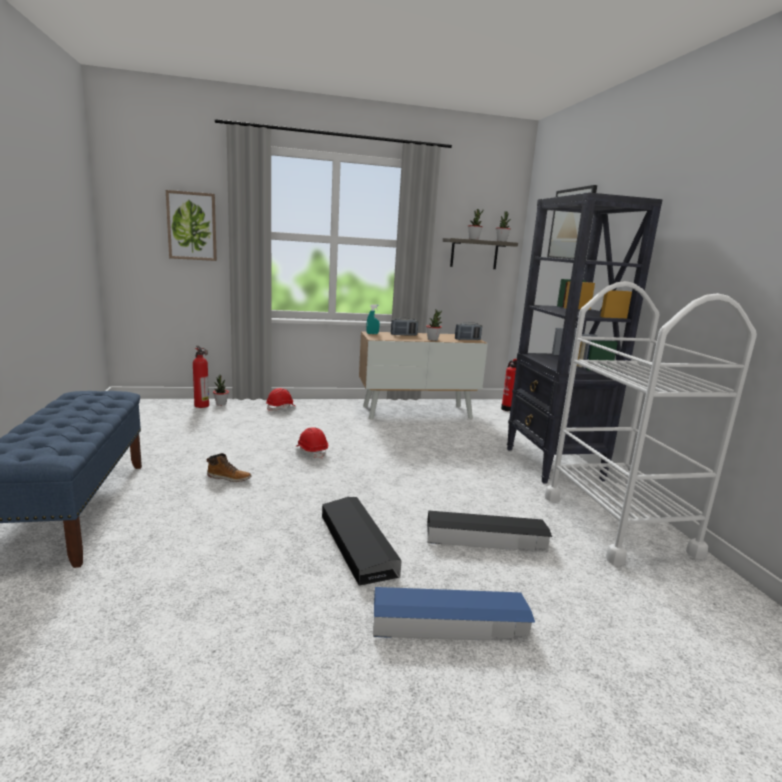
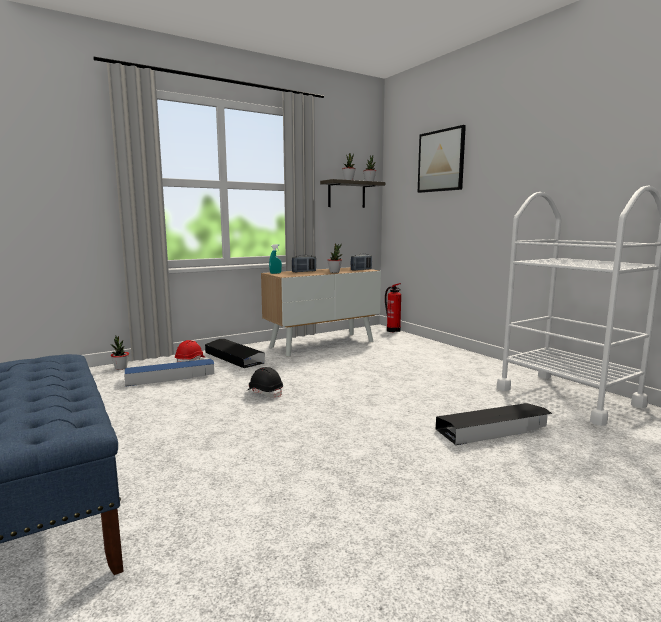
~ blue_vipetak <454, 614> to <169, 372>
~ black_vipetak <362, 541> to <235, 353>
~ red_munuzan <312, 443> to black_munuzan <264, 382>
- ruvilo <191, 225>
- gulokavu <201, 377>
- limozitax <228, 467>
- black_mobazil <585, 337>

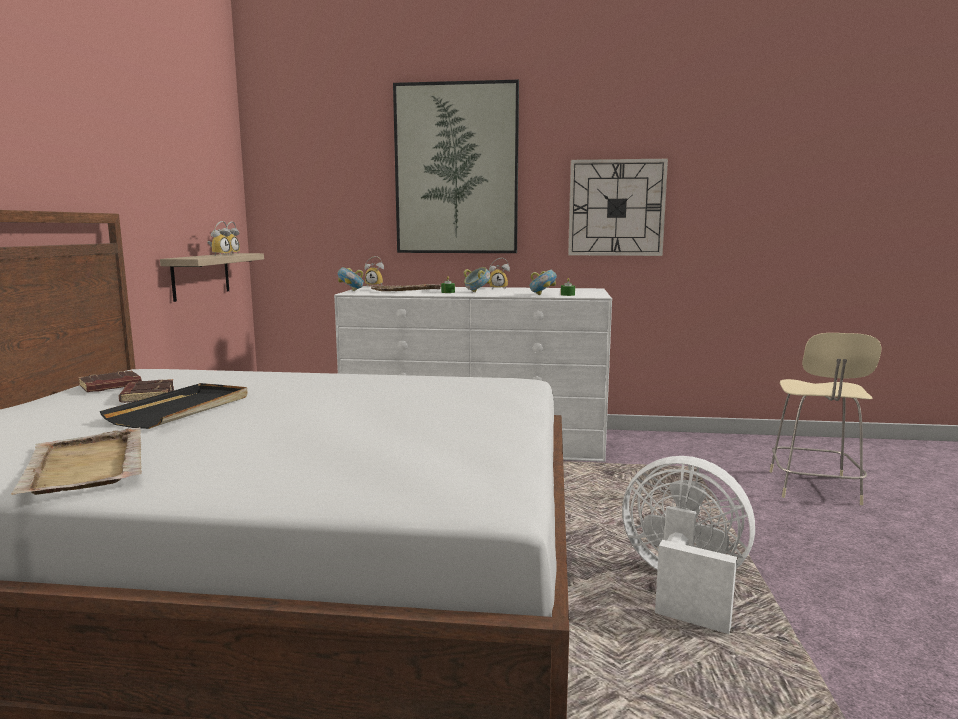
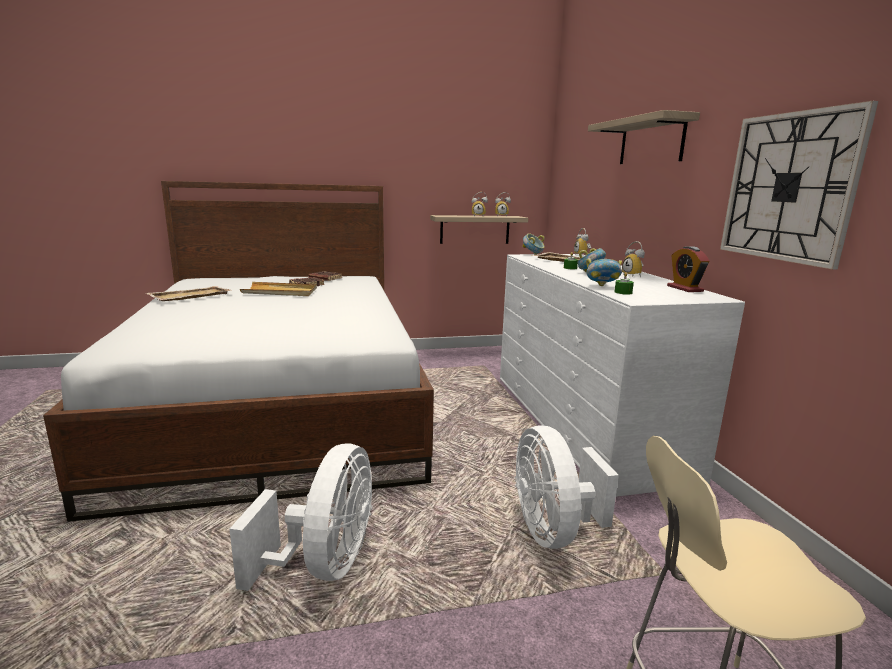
~ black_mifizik <174, 406> to beige_mifizik <278, 289>
+ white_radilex <567, 487>
~ ruvilo <456, 166> to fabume <644, 137>
+ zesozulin <688, 269>

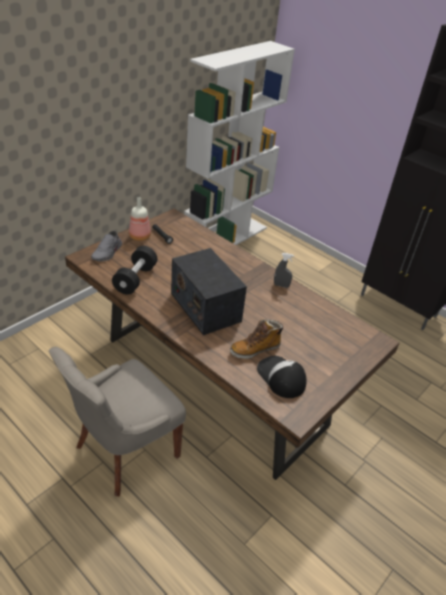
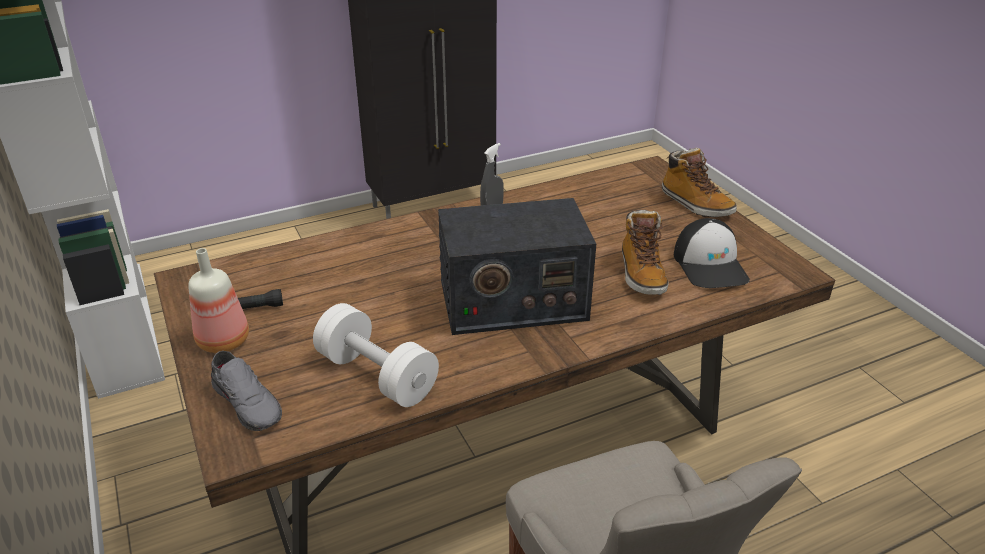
~ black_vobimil <135, 270> to white_vobimil <376, 355>
+ limozitax <699, 182>
~ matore <282, 377> = <712, 253> 90 degrees counterclockwise

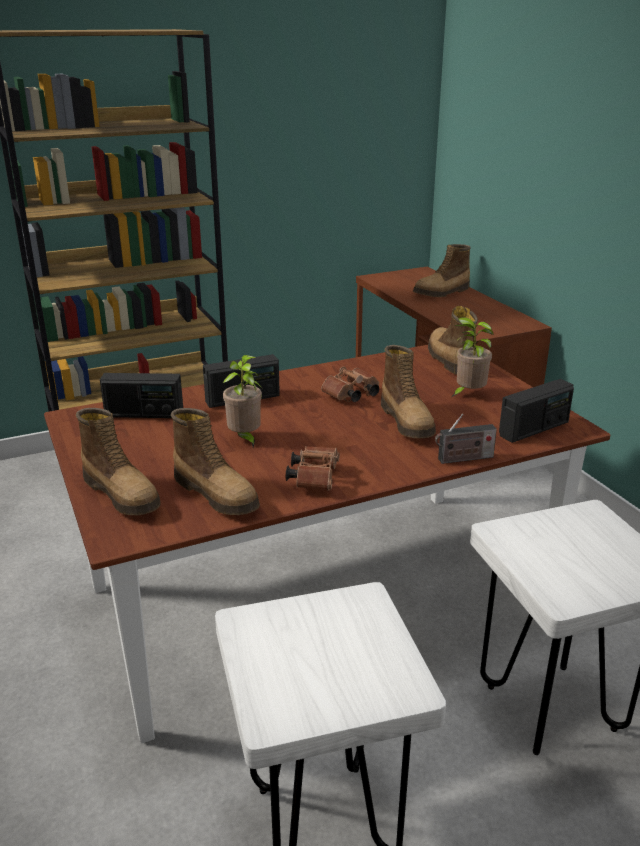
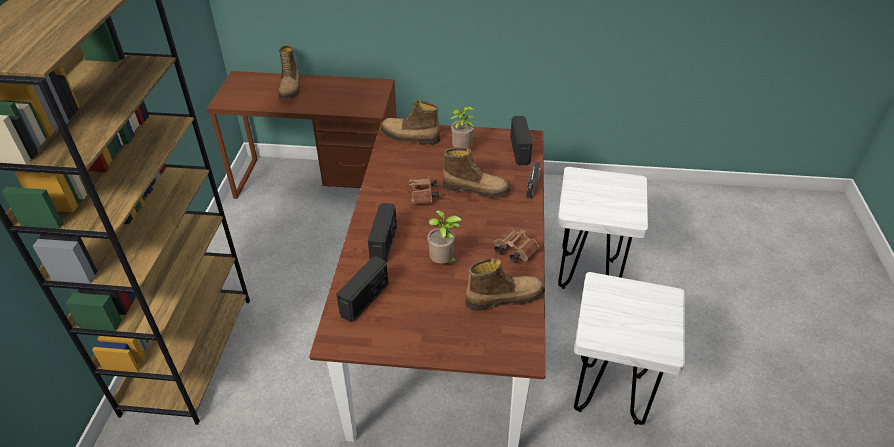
- limozitax <118, 461>

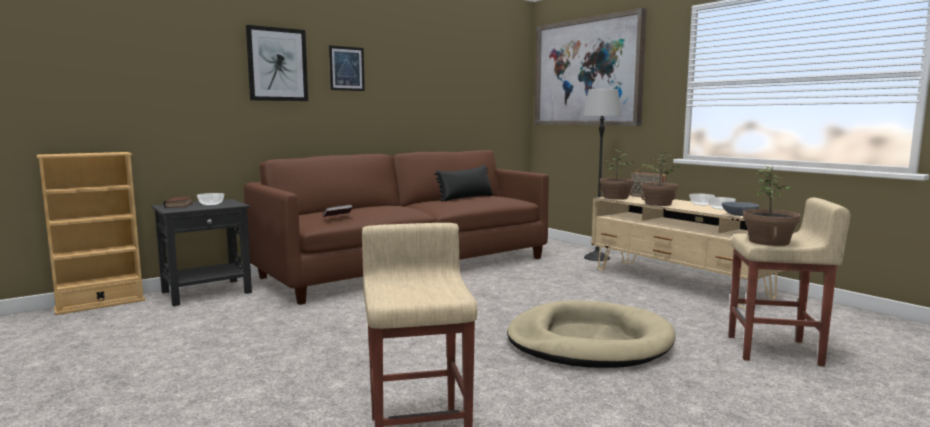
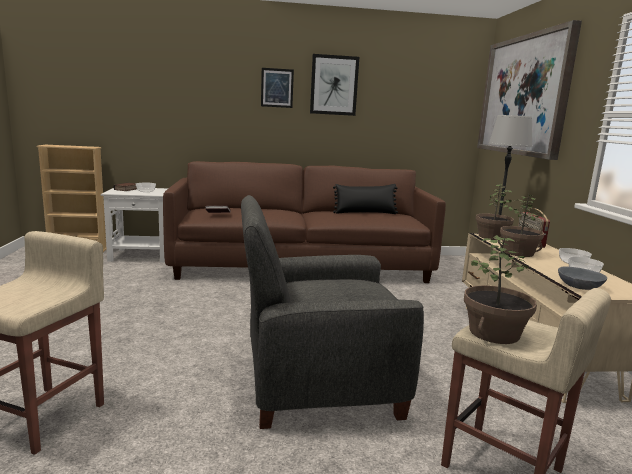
~ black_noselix <201, 252> to white_noselix <134, 225>
~ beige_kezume <591, 334> to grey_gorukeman <332, 312>
~ ruvilo <277, 63> to <334, 85>

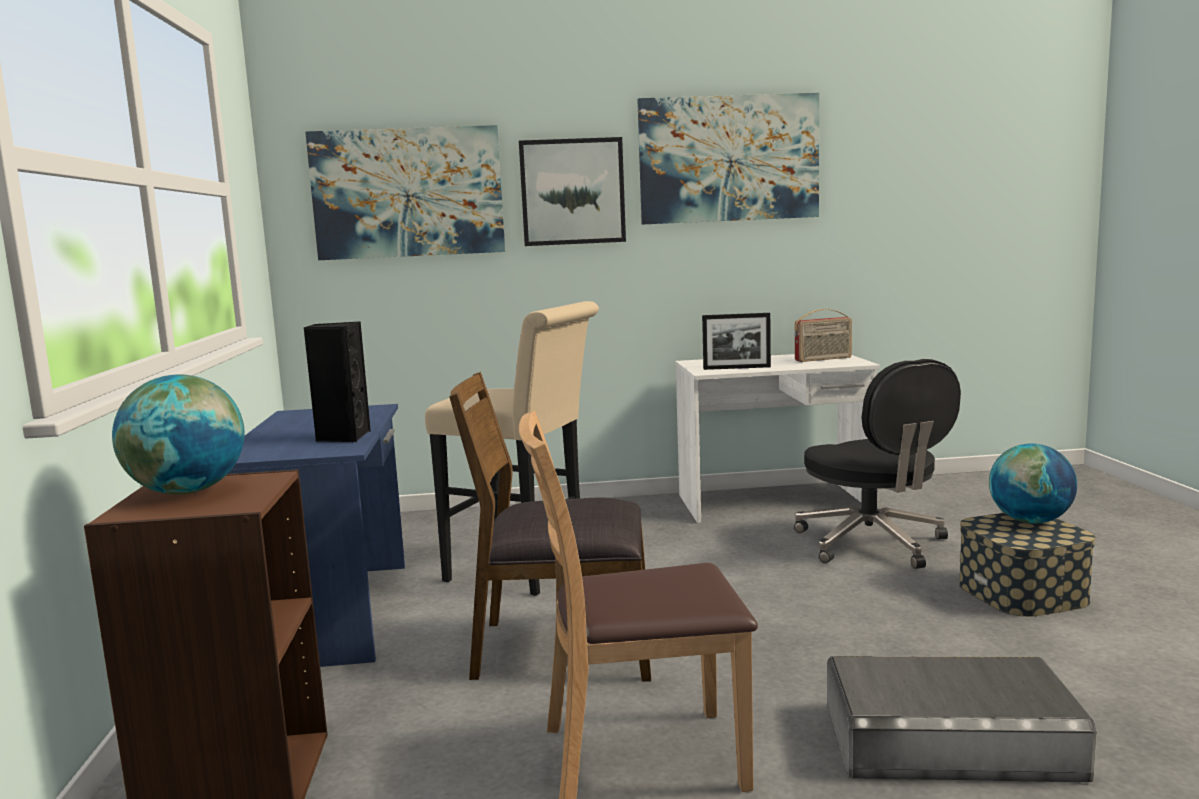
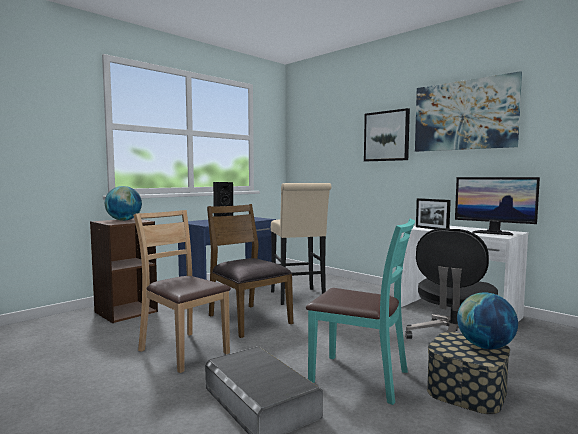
+ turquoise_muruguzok <360, 311>
~ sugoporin <823, 335> to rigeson <497, 206>
- ruvilo <405, 192>

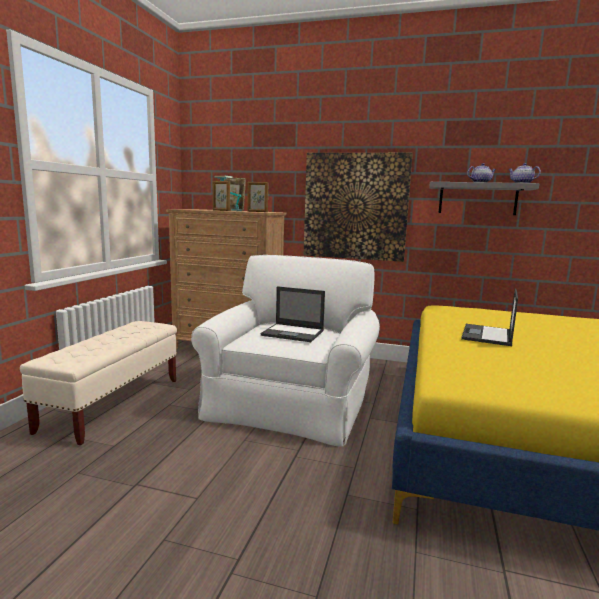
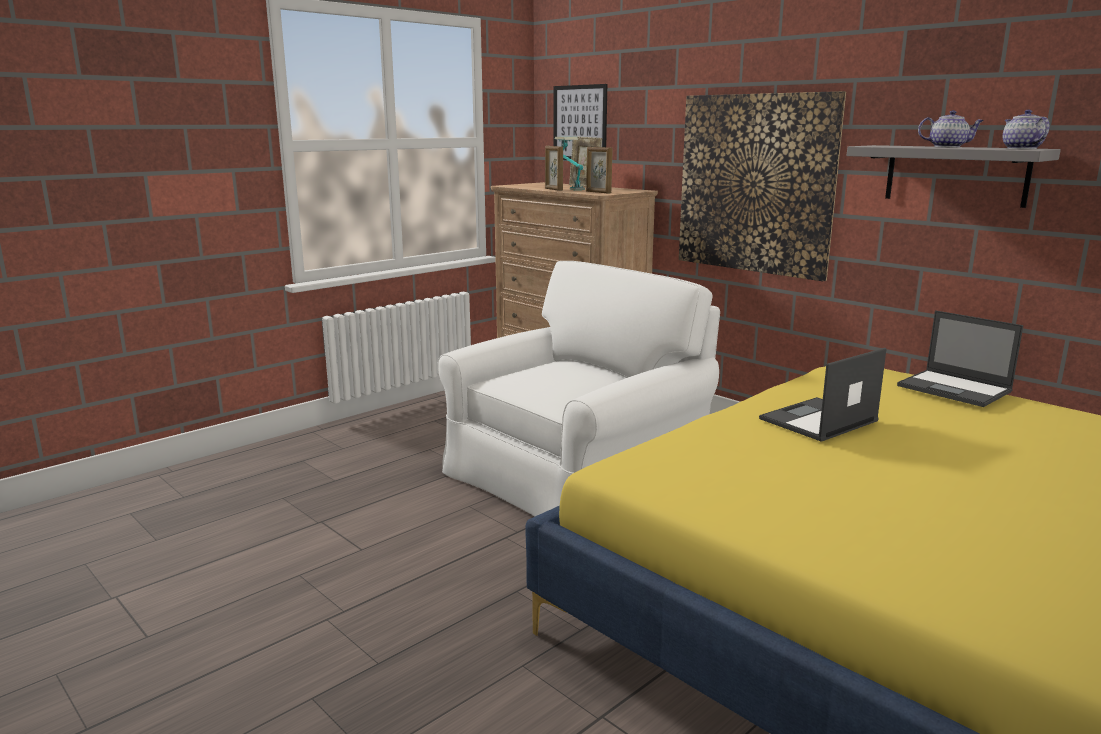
+ ruvilo <580, 122>
~ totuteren <292, 314> to <960, 358>
- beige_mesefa <98, 383>

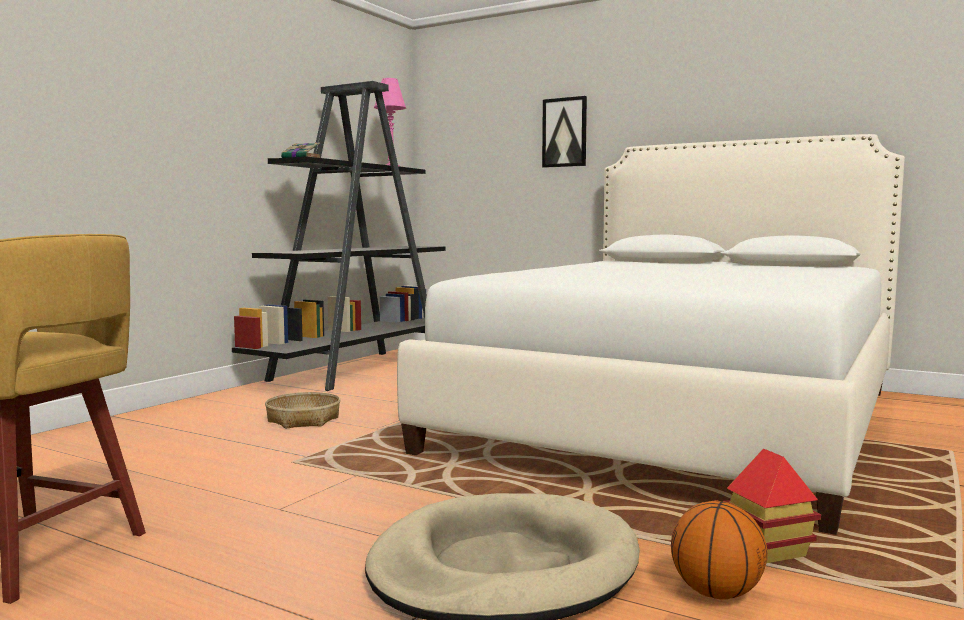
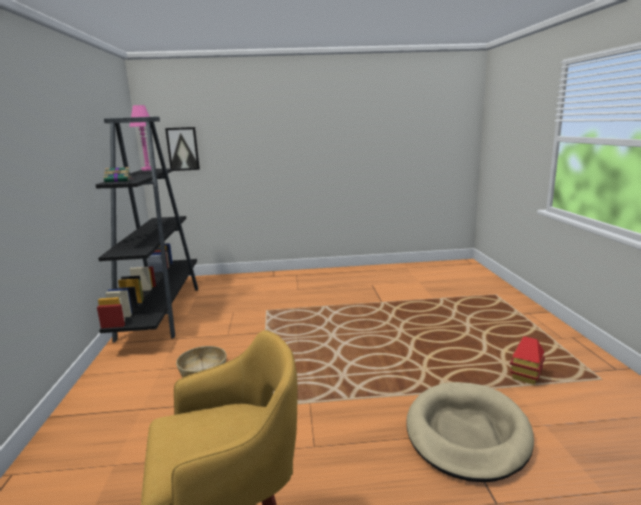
~ ruvilo <564, 132> to <182, 149>
- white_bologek <651, 334>
- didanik <719, 550>

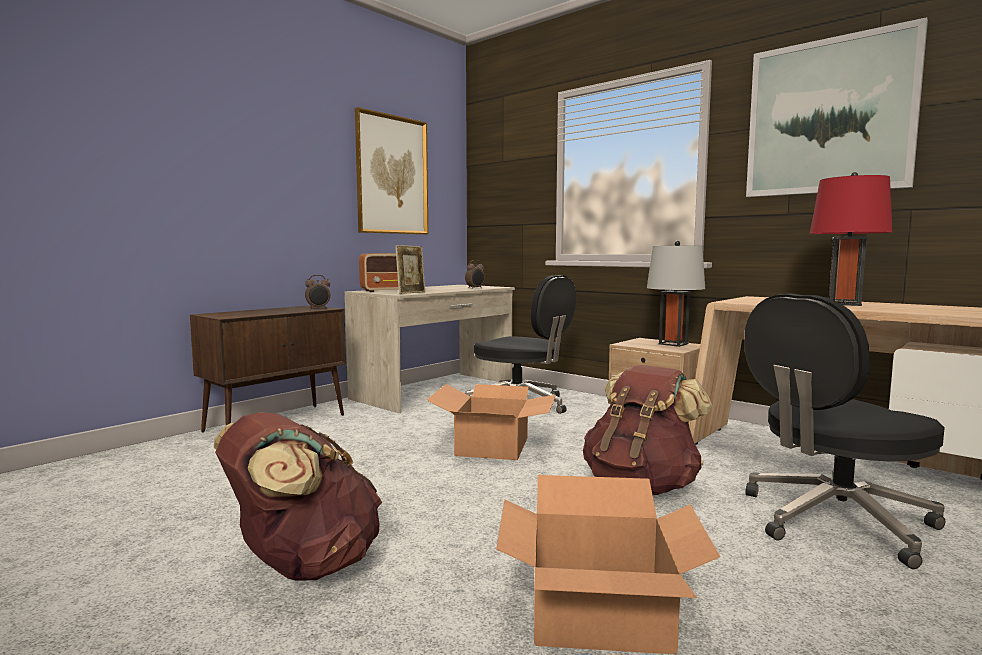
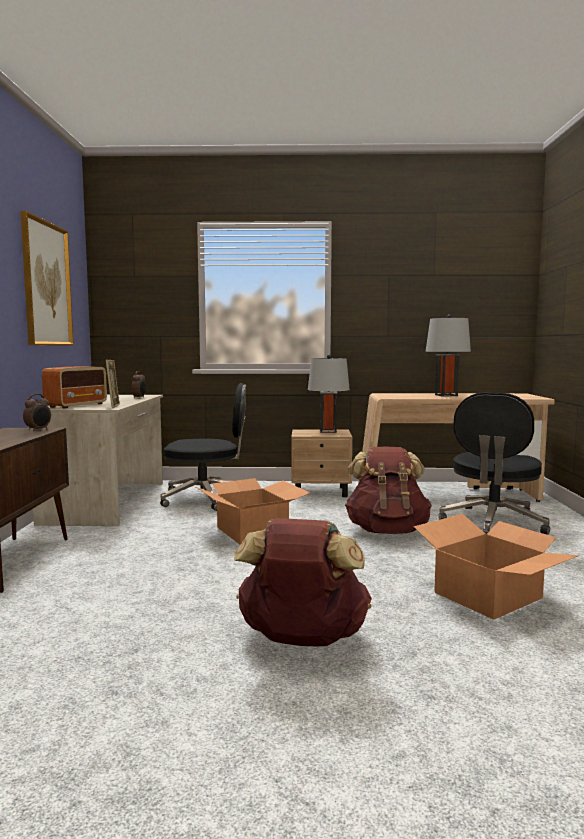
~ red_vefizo <851, 239> to grey_vefizo <448, 355>
- ruvilo <837, 107>

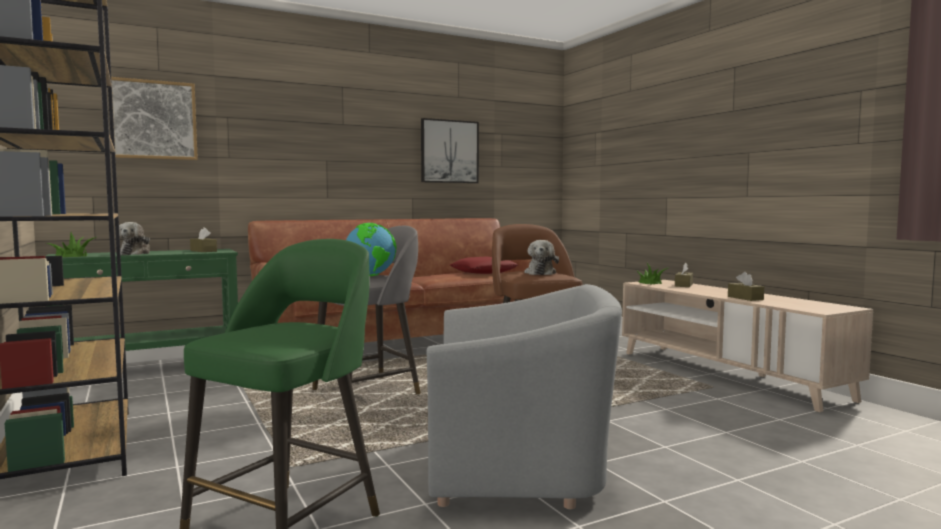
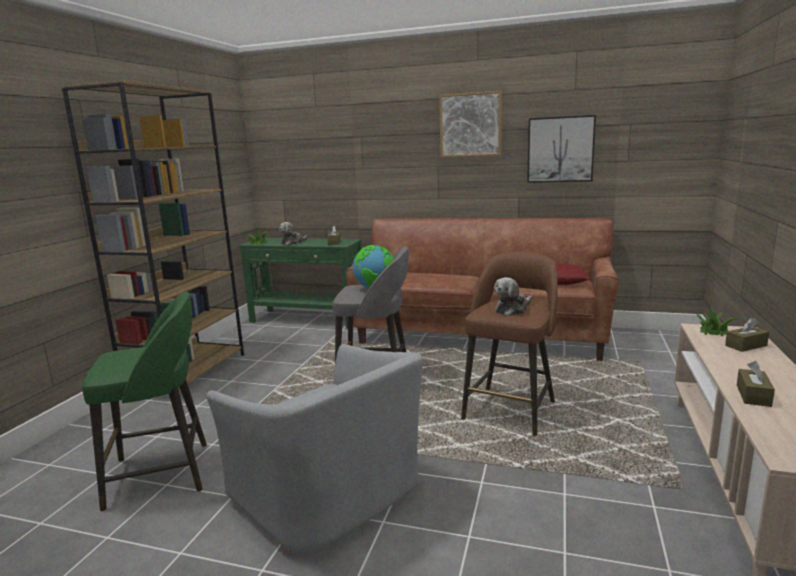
~ ruvilo <154, 118> to <470, 124>

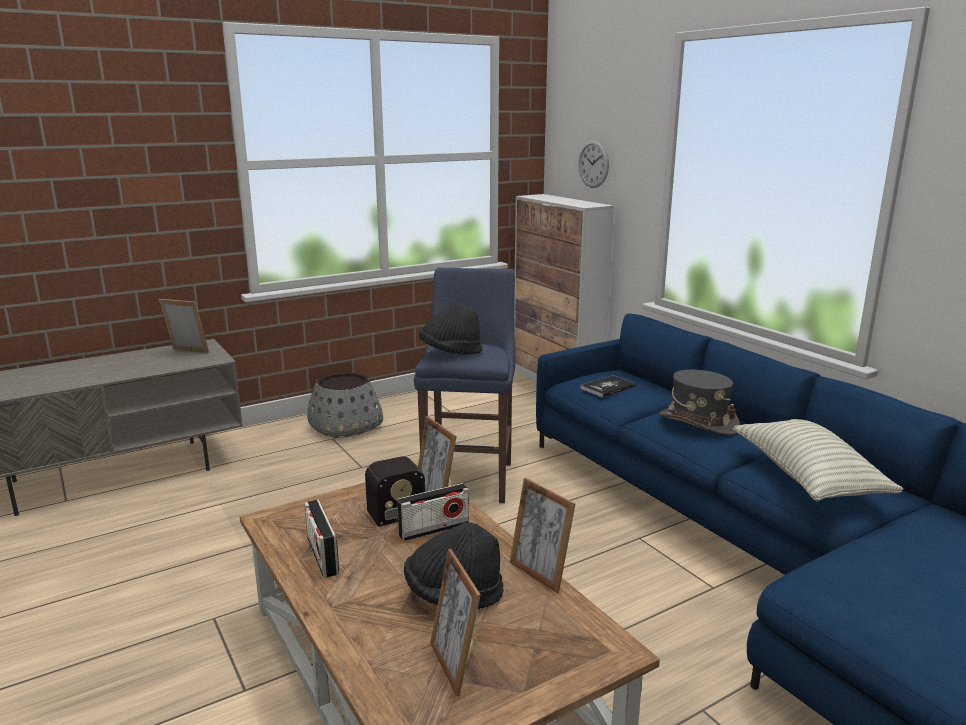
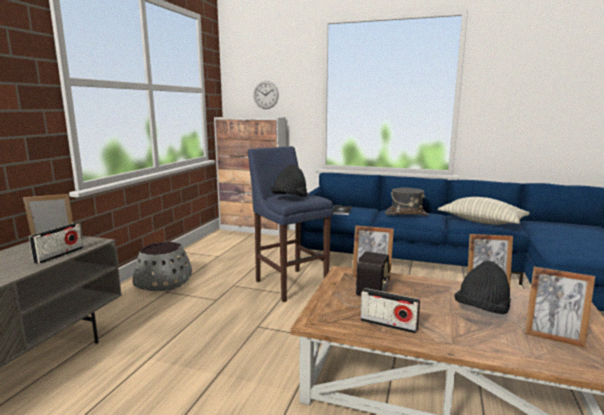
~ sugoporin <433, 512> to <56, 243>

